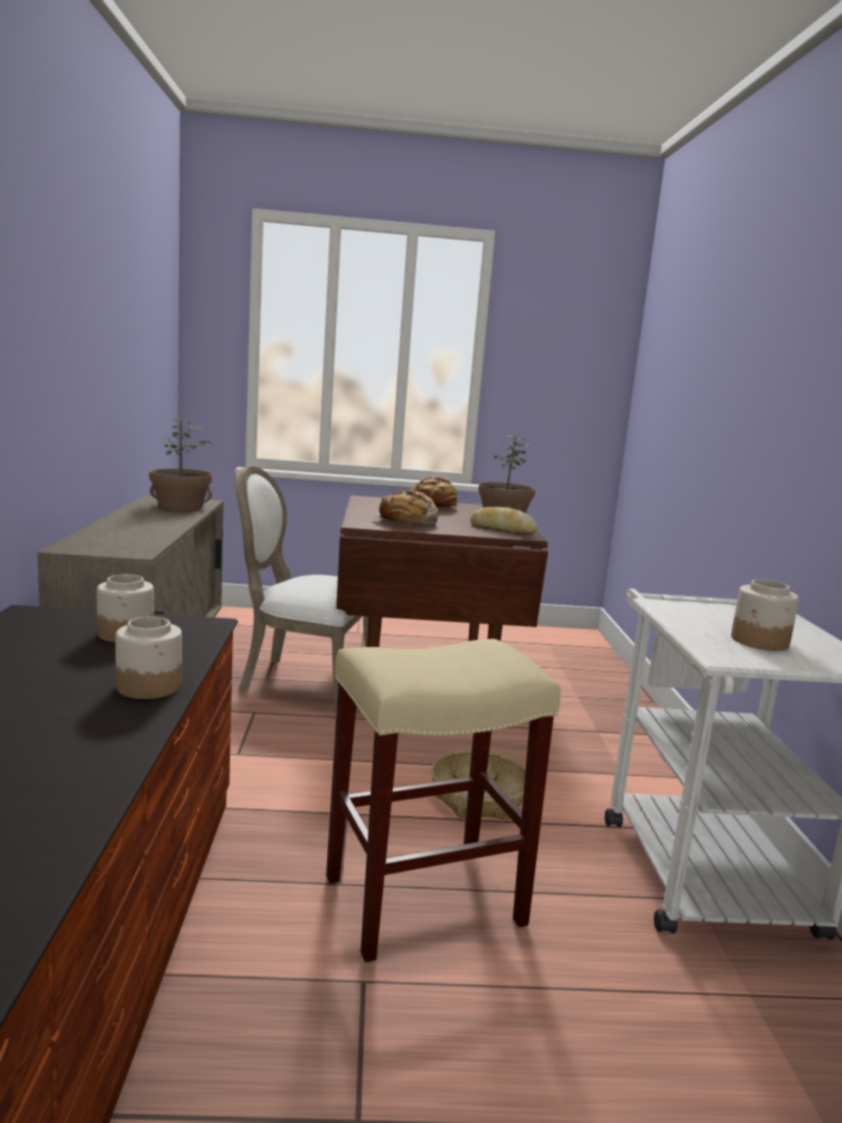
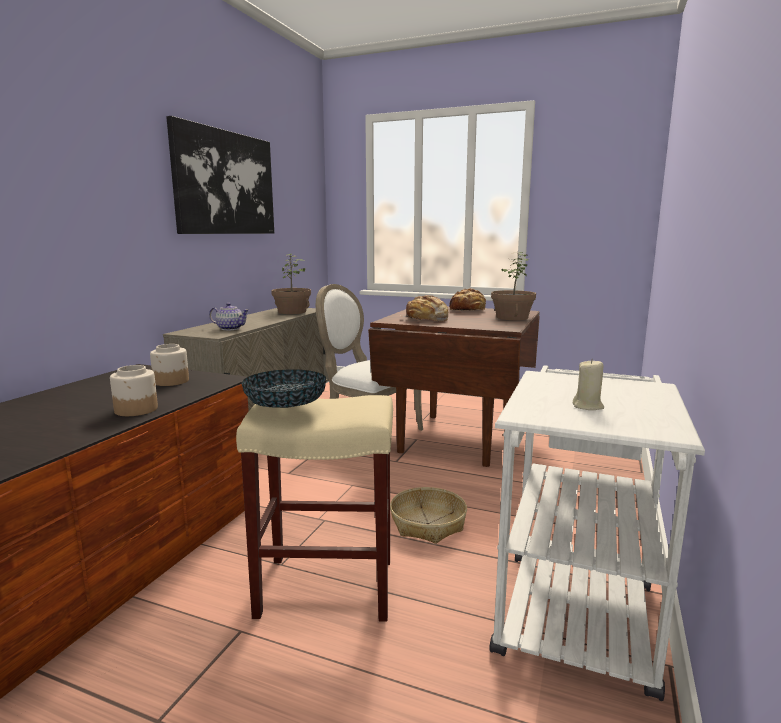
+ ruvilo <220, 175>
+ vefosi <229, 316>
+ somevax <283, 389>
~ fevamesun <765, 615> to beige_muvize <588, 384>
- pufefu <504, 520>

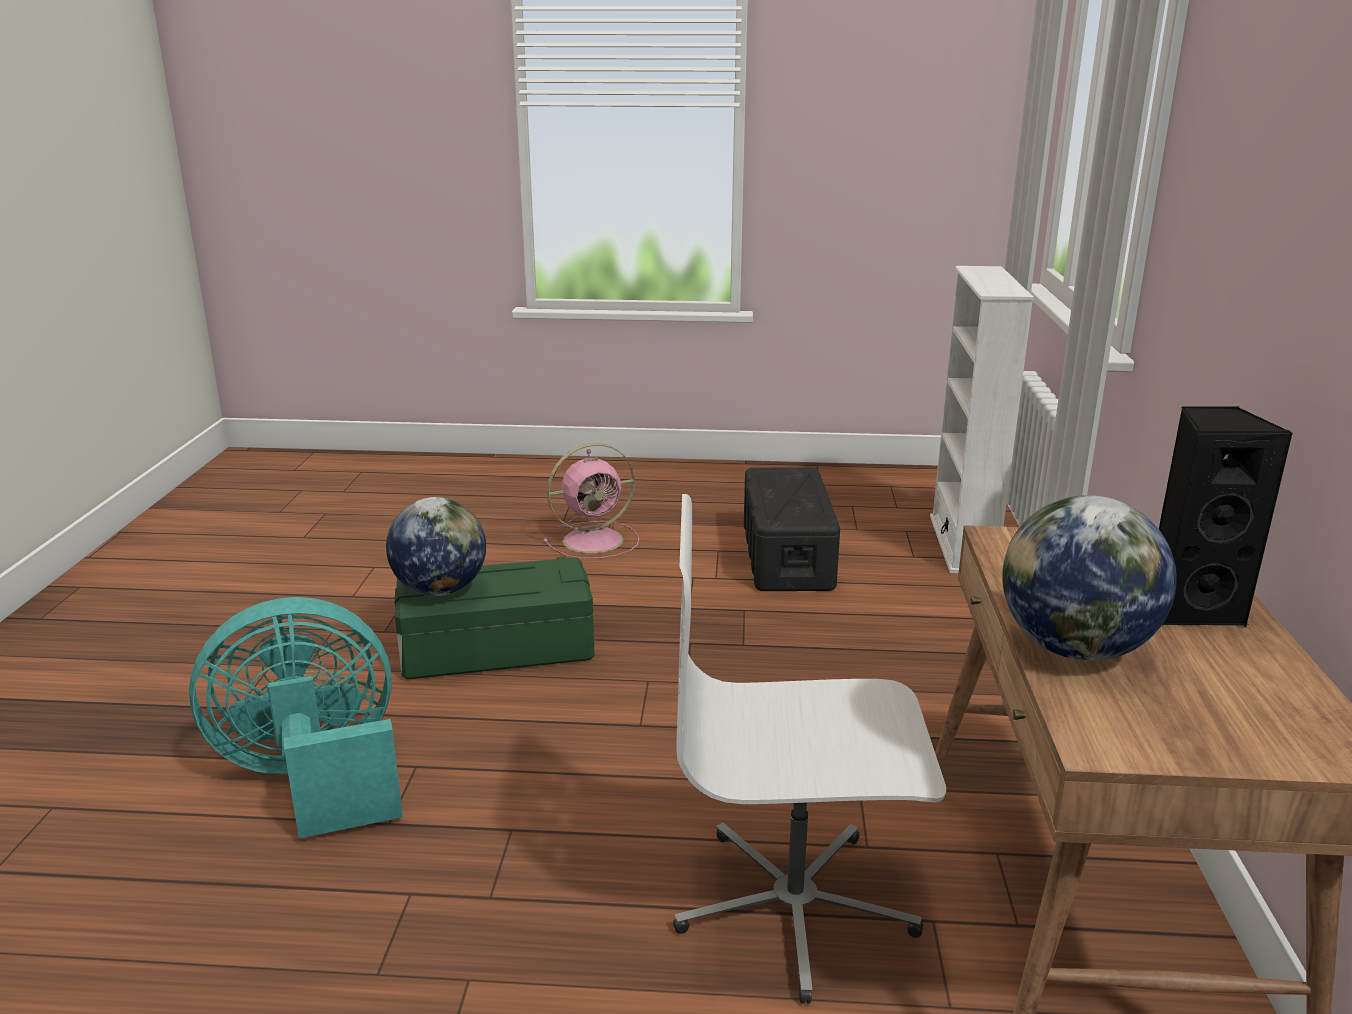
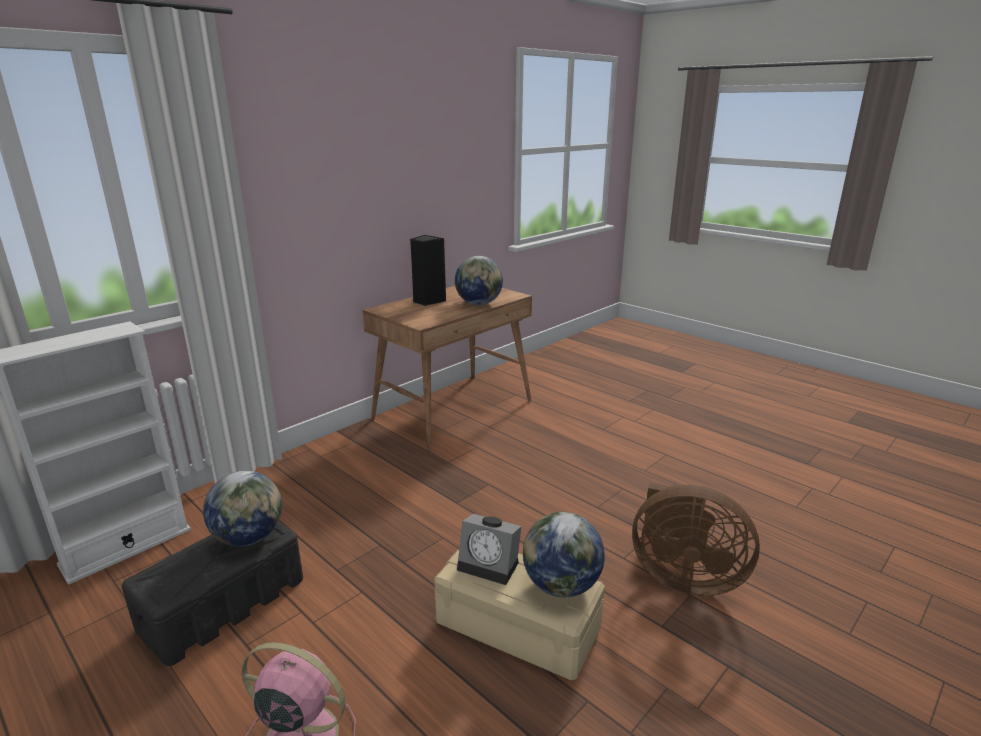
+ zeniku <242, 509>
~ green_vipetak <494, 618> to beige_vipetak <519, 614>
+ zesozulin <489, 549>
~ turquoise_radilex <296, 717> to brown_radilex <696, 539>
- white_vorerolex <809, 749>

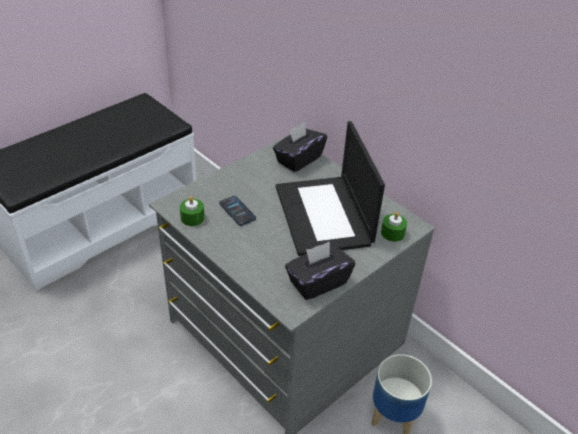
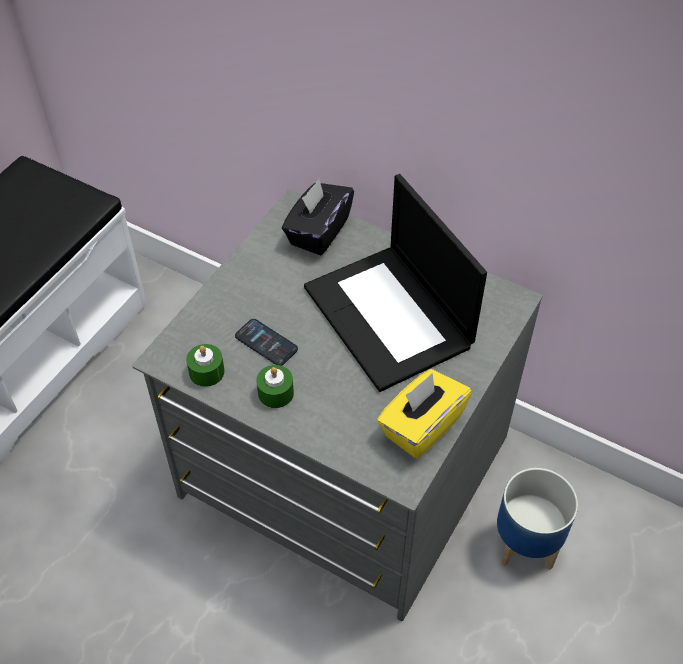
~ green_muvize <394, 227> to <275, 386>
~ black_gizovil <320, 271> to yellow_gizovil <424, 414>

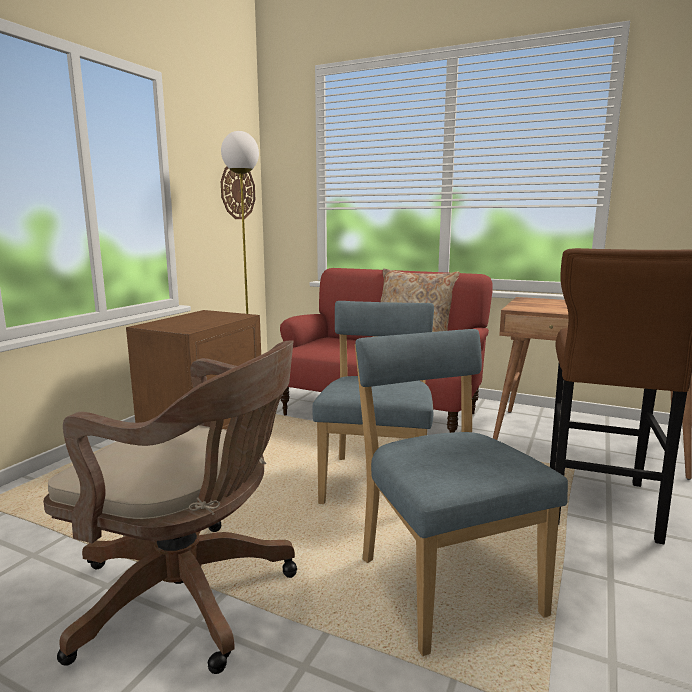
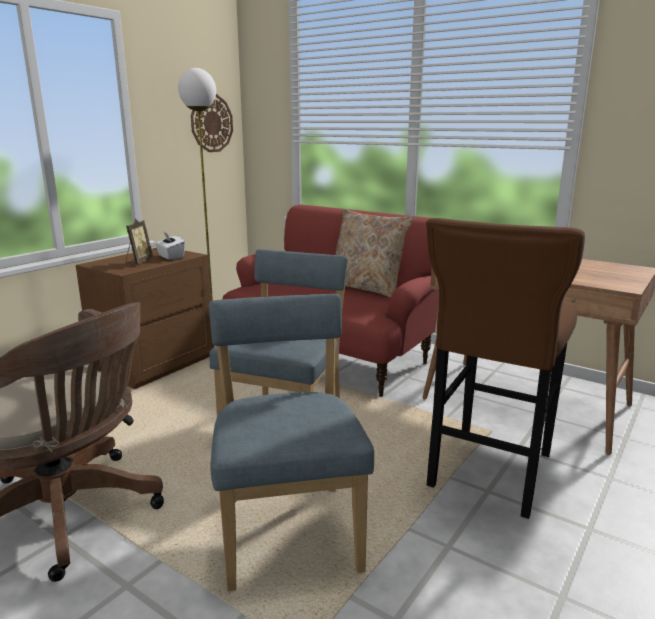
+ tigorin <139, 241>
+ white_gizovil <170, 245>

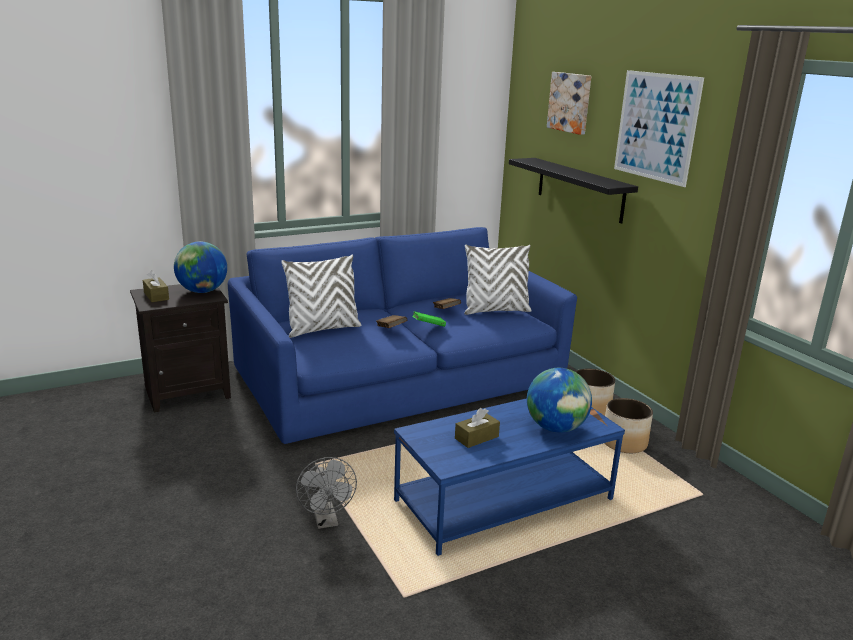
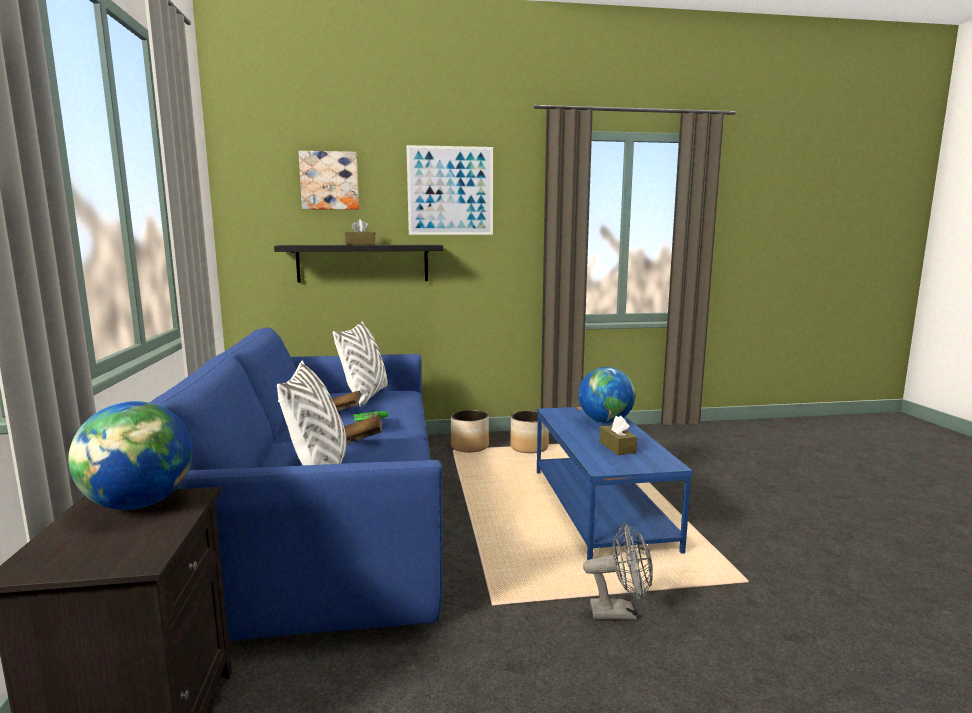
~ brown_gizovil <156, 286> to <360, 232>

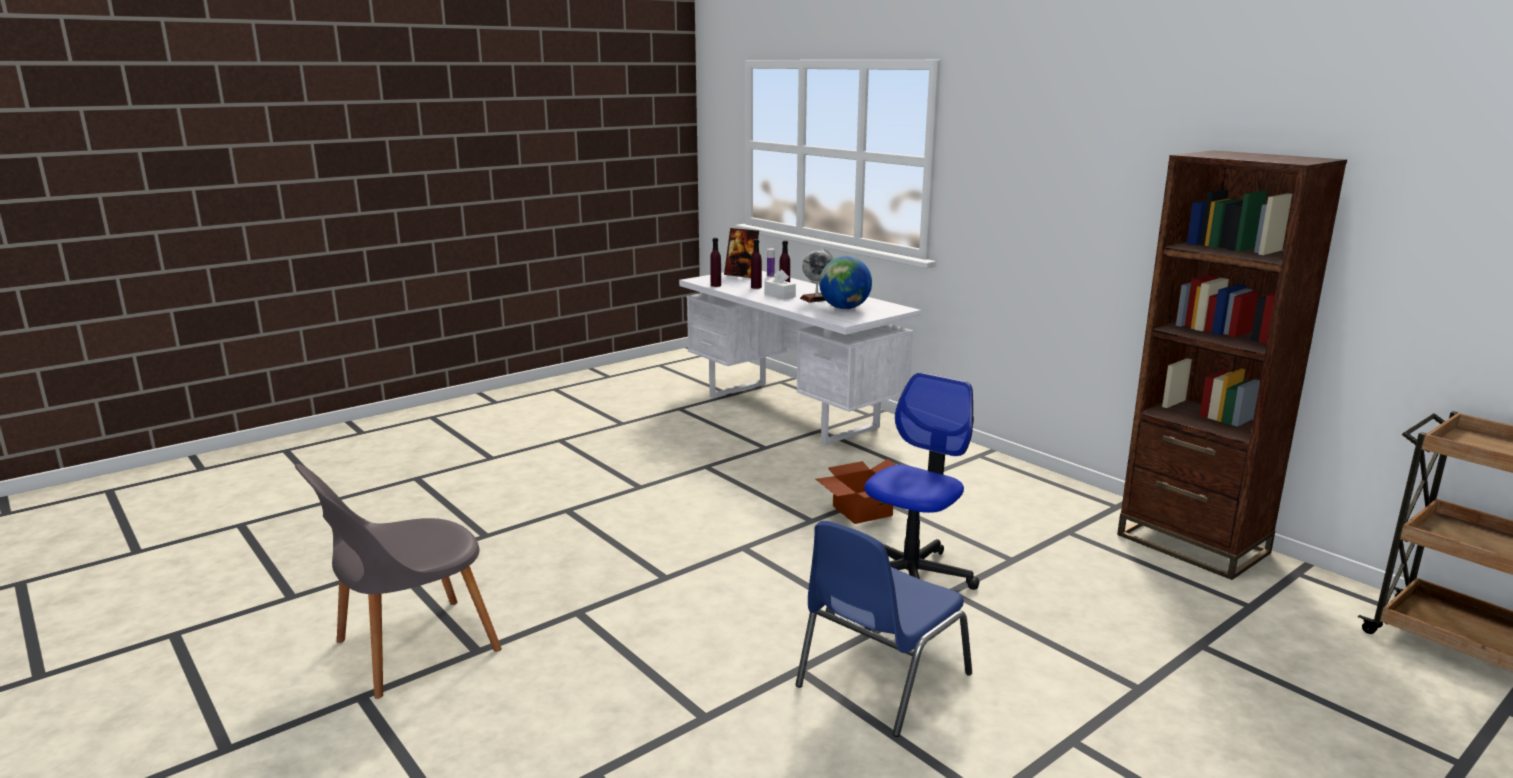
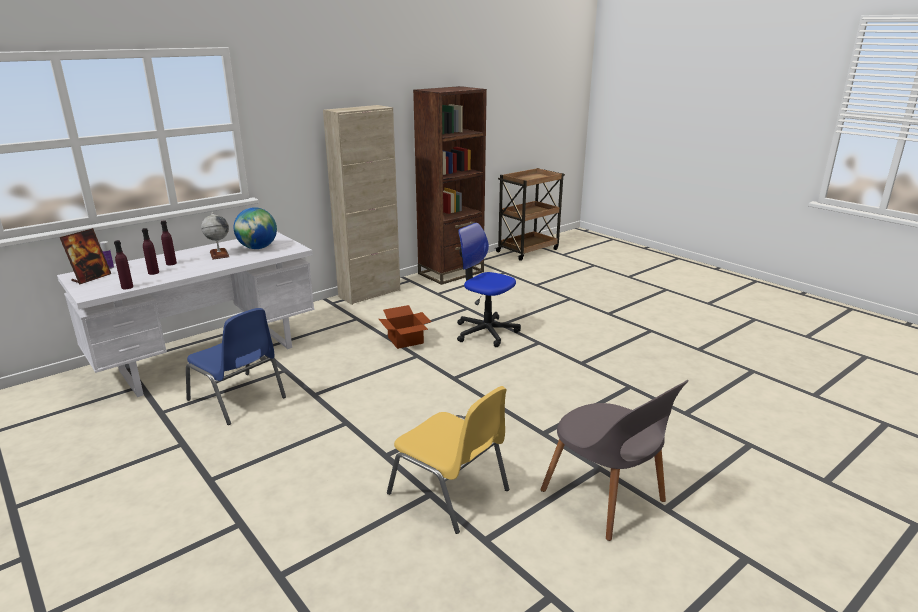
~ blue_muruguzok <883, 629> to <236, 366>
+ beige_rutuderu <361, 205>
+ yellow_muruguzok <448, 460>
- white_gizovil <780, 284>

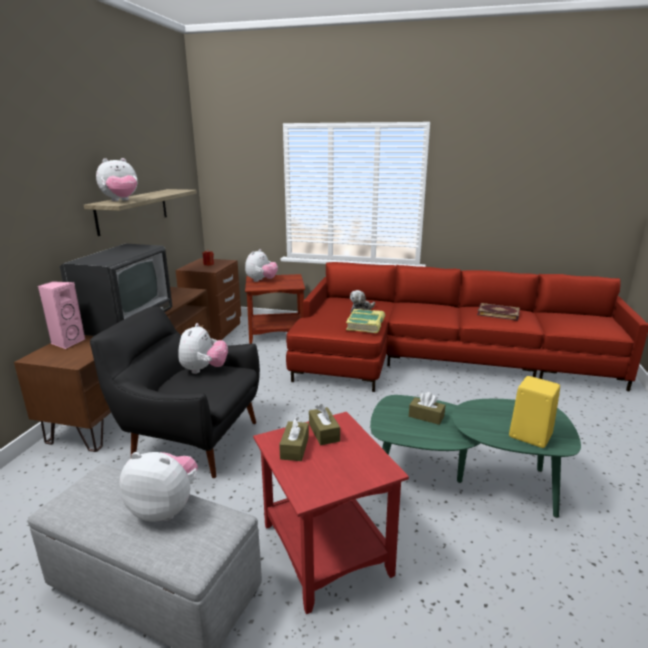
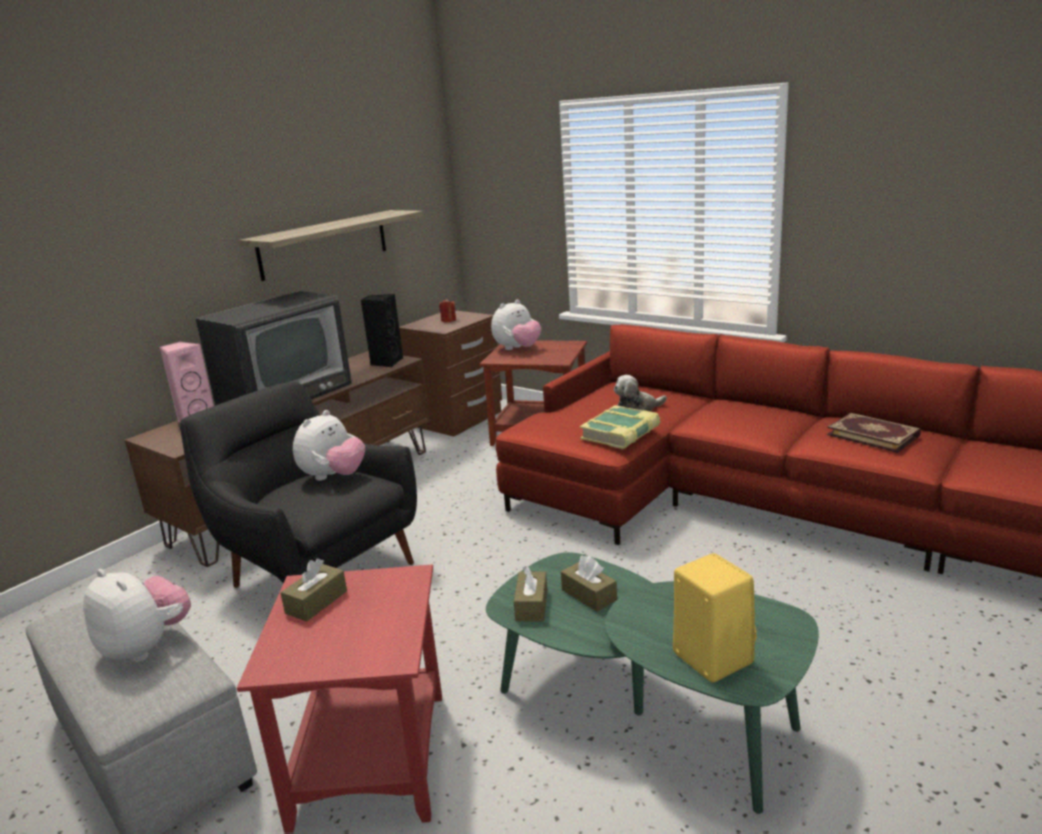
+ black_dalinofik <382, 330>
~ brown_gizovil <324, 424> to <530, 593>
- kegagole <117, 179>

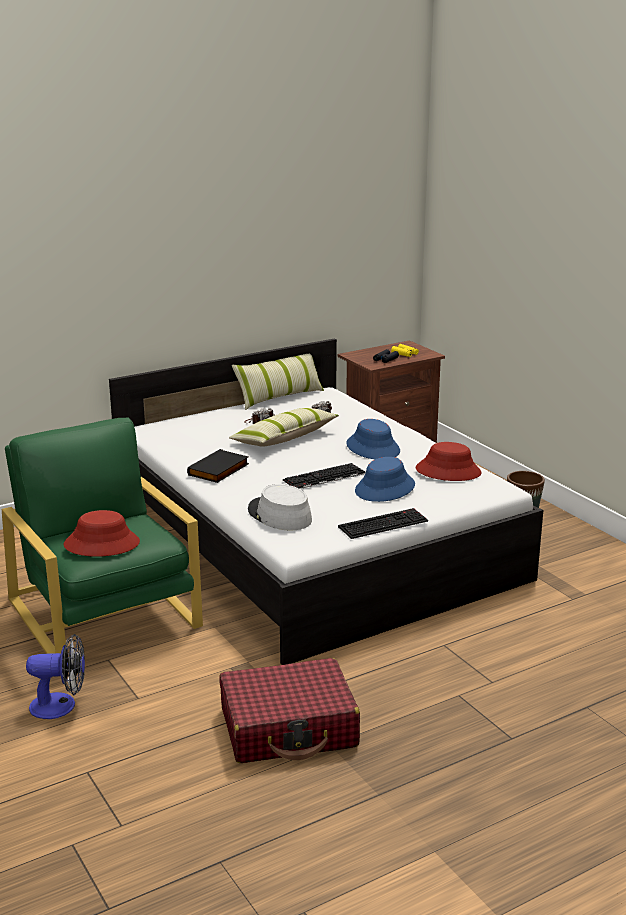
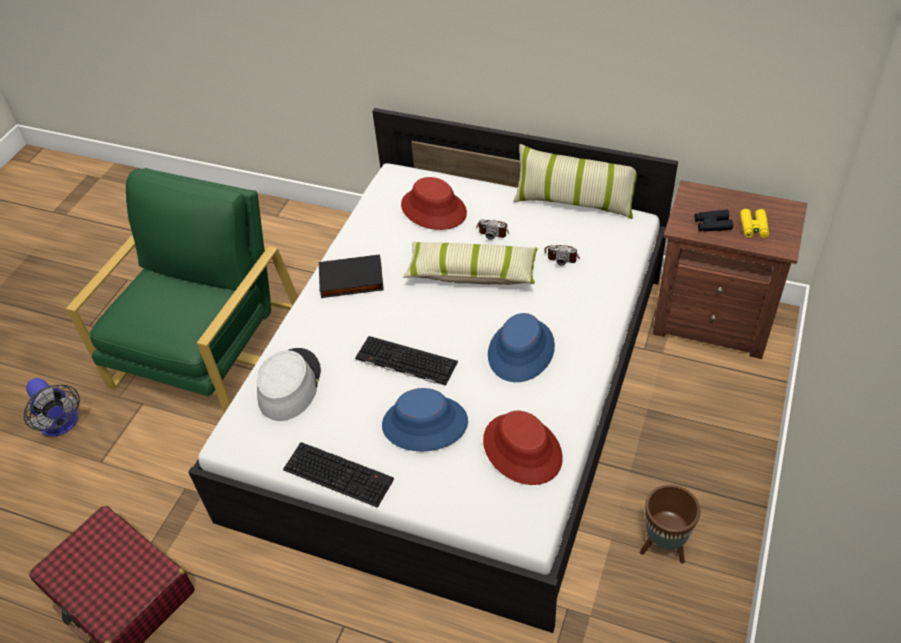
~ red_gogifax <101, 533> to <434, 203>

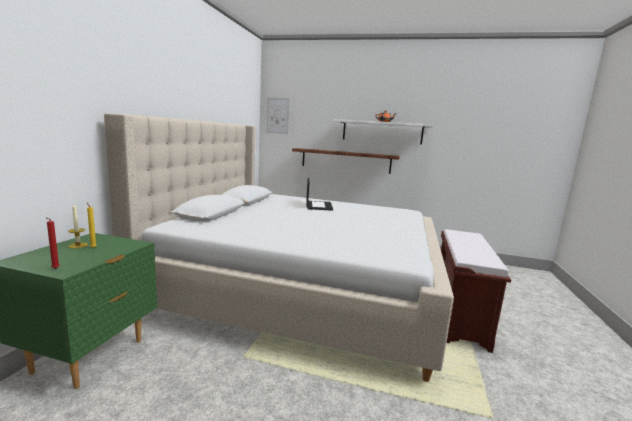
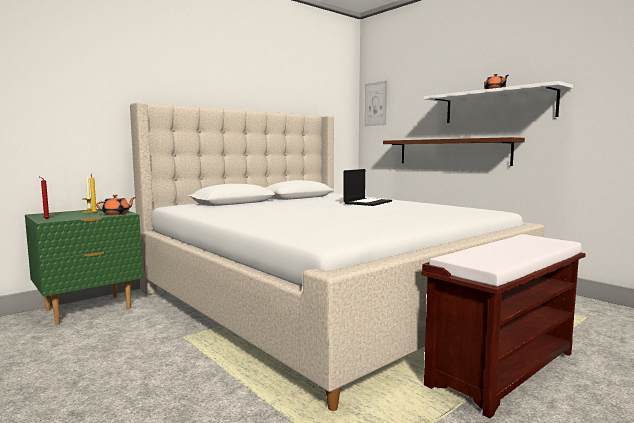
+ orange_vefosi <116, 205>

